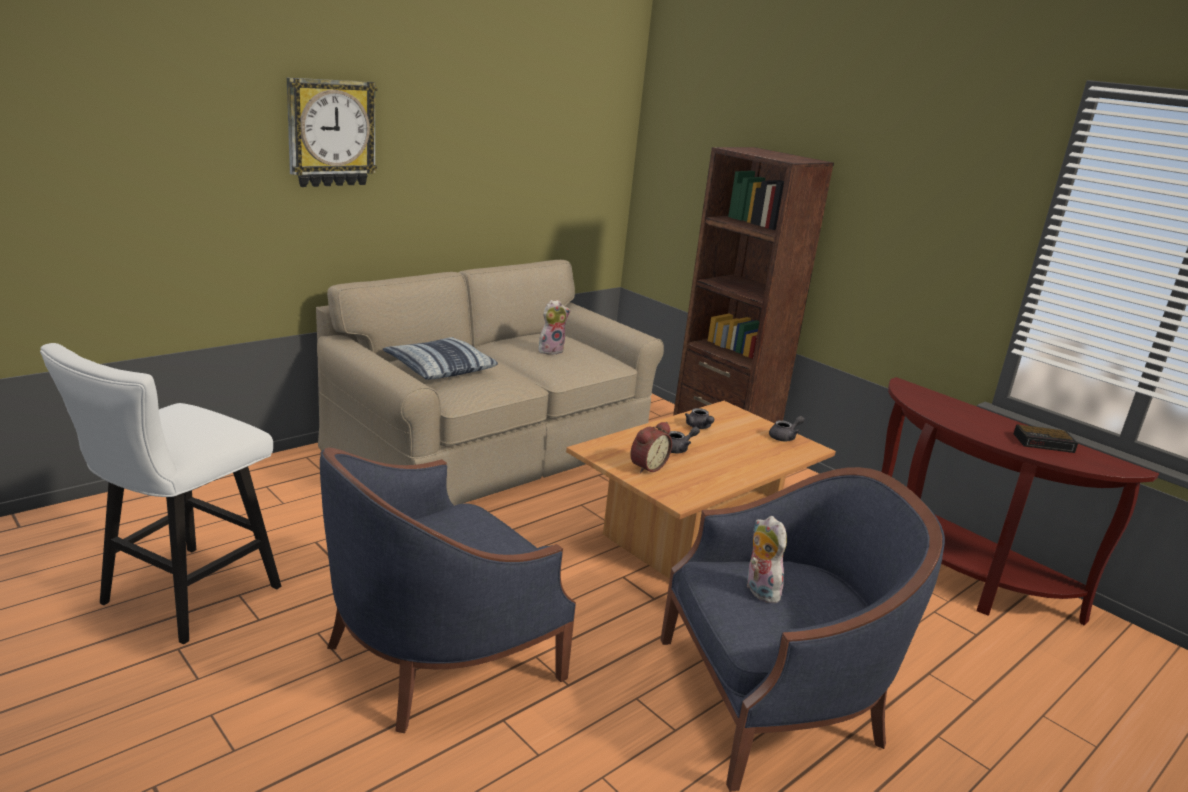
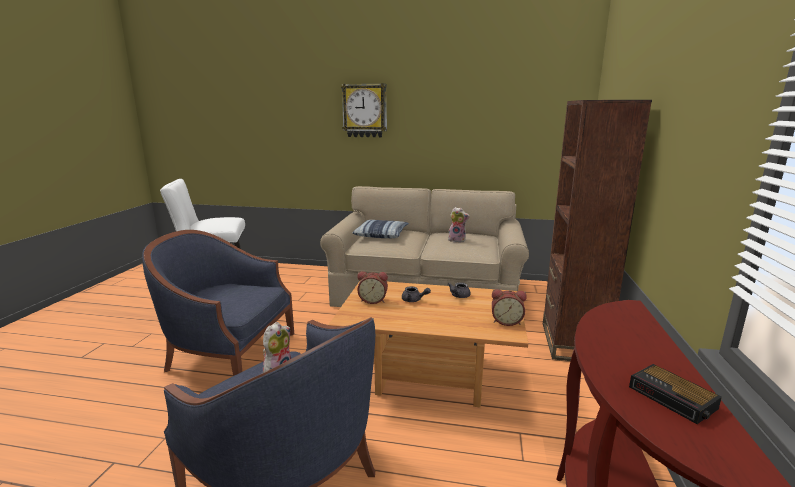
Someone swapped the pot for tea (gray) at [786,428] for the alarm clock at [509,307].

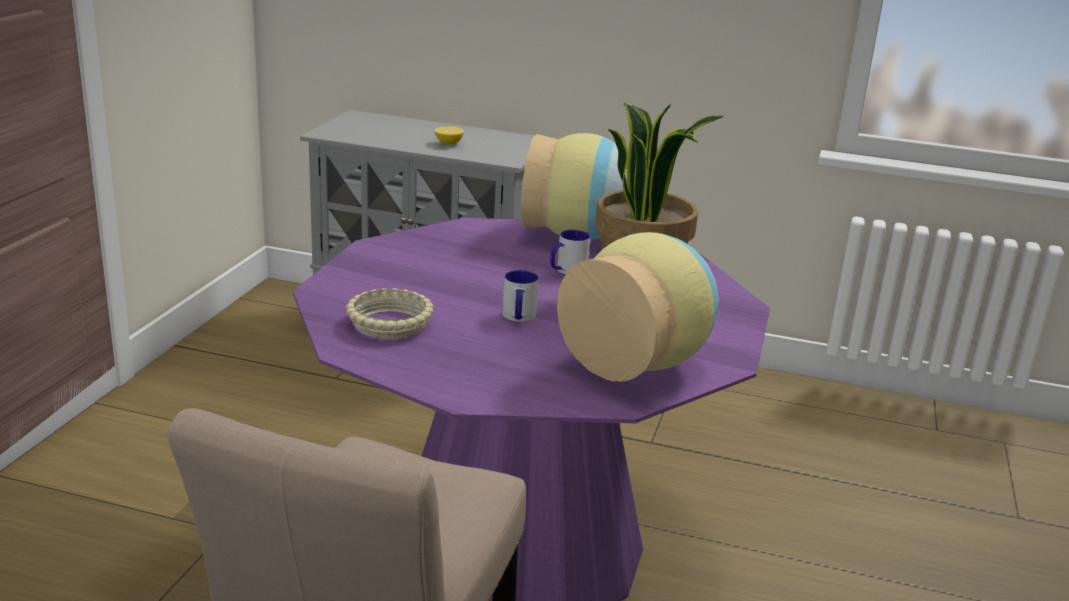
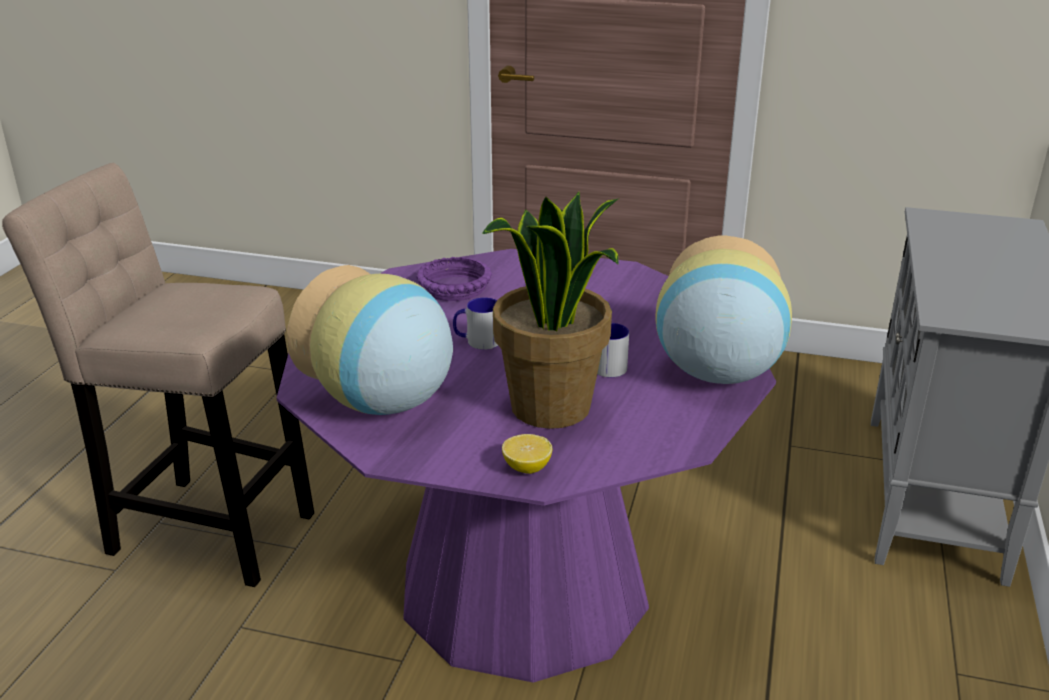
Someone repainted the deep dish (beige) at [390,313], which became the deep dish (purple) at [454,279]. Someone carried the whole lemon from [449,136] to [527,454].

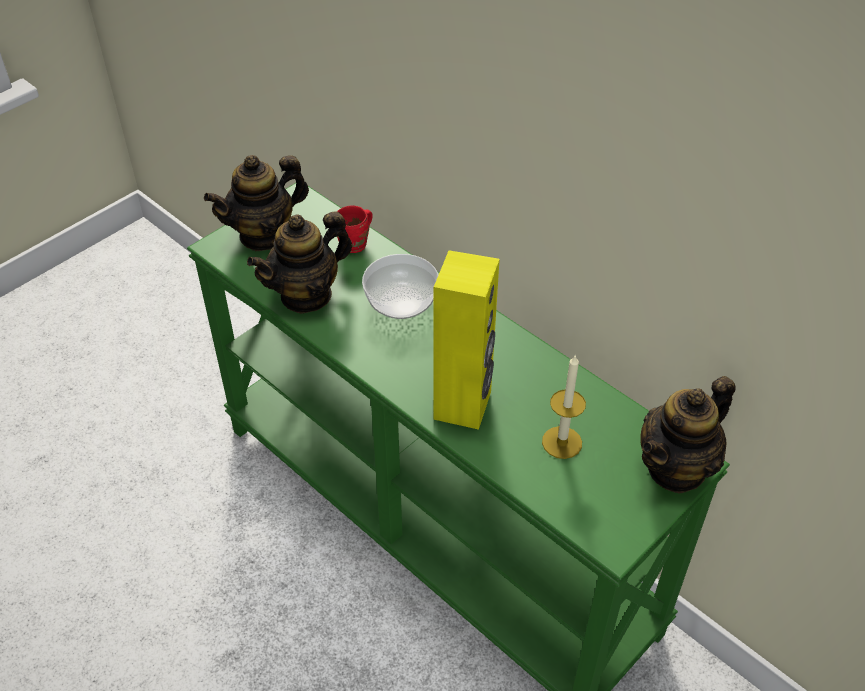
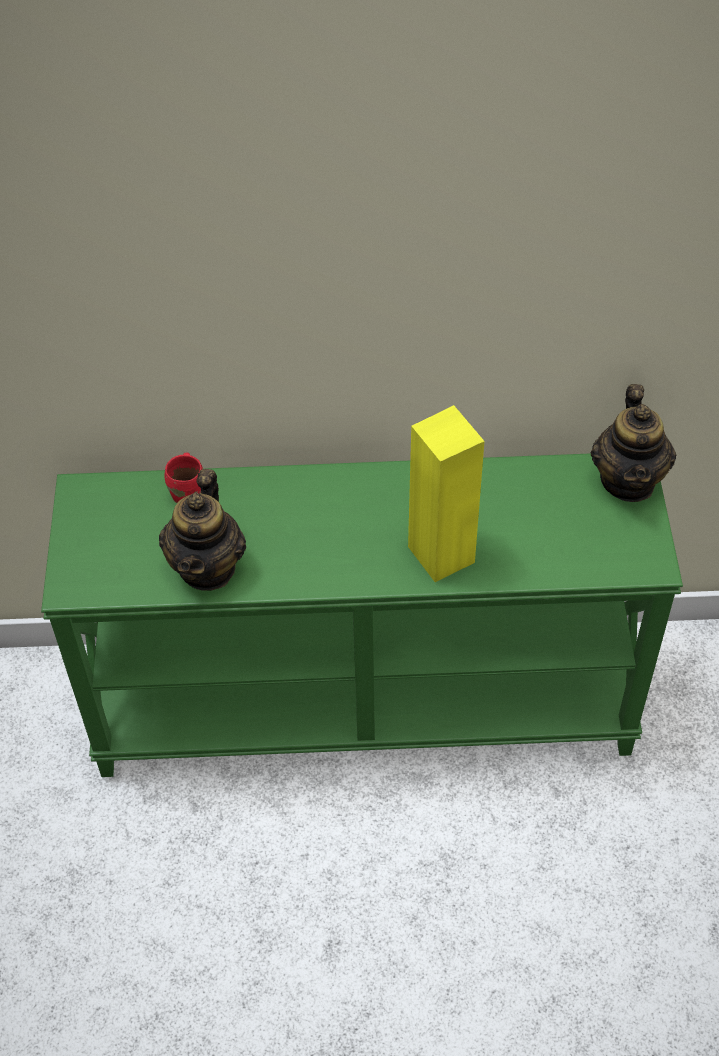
Someone took away the pot for tea at [256,203]. Someone took away the deep dish at [400,286]. Someone took away the wax light at [564,407].

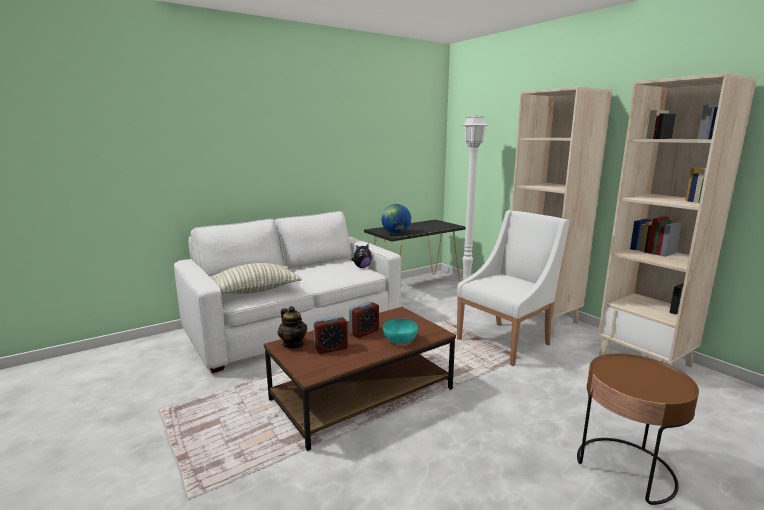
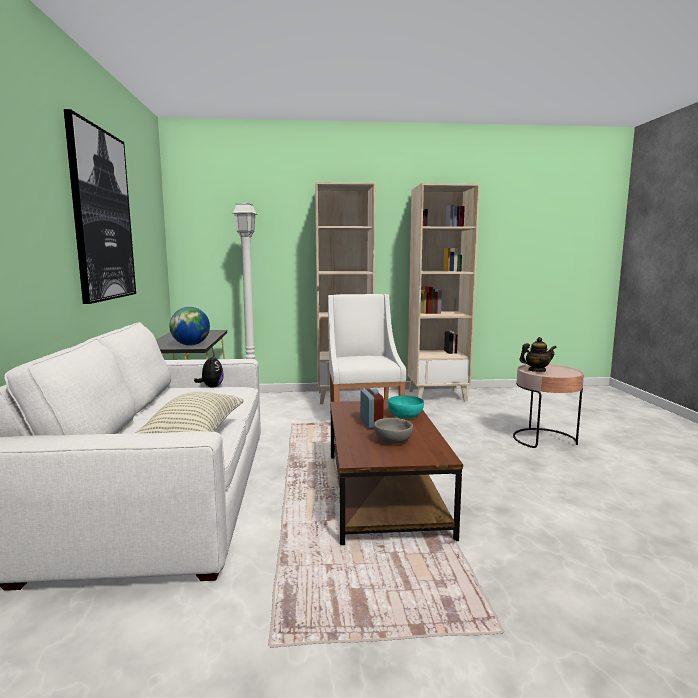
Someone carried the pot for tea from [292,327] to [538,354]. Someone swapped the alarm clock at [330,335] for the deep dish (gray) at [393,431]. Someone repainted the accent table (brown) at [638,429], which became the accent table (pink) at [548,406]. Someone put up the wall art at [100,206].

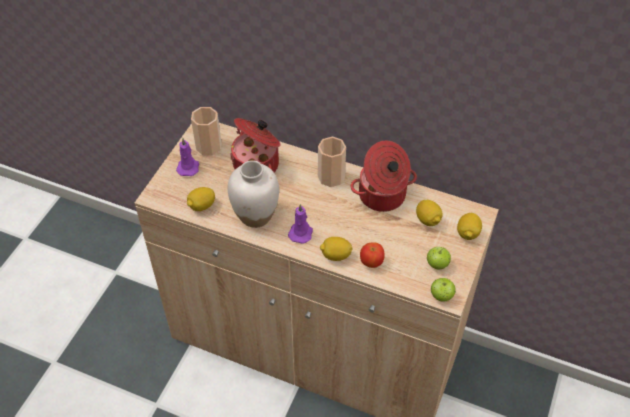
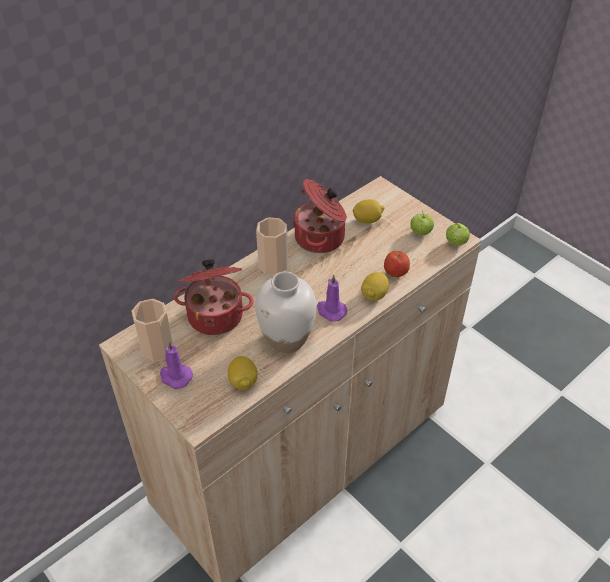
Someone took away the whole lemon at [469,226].

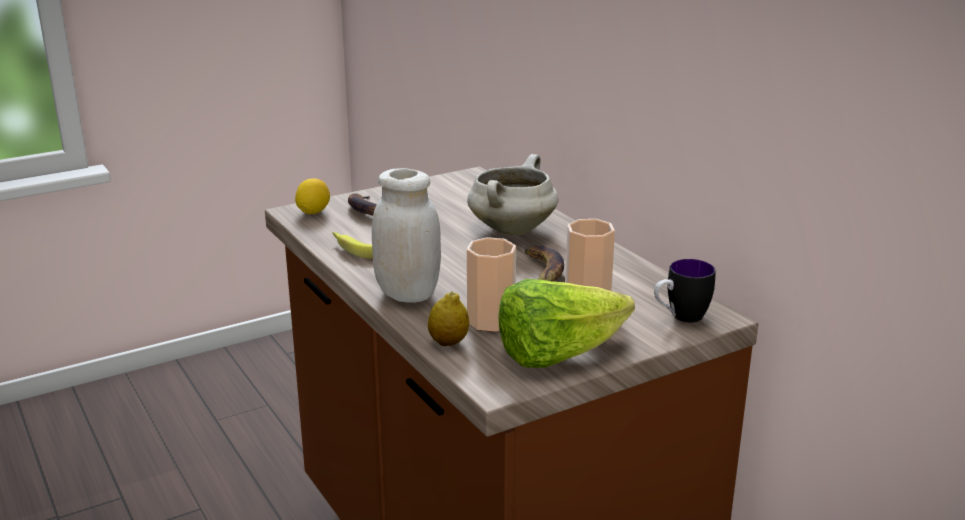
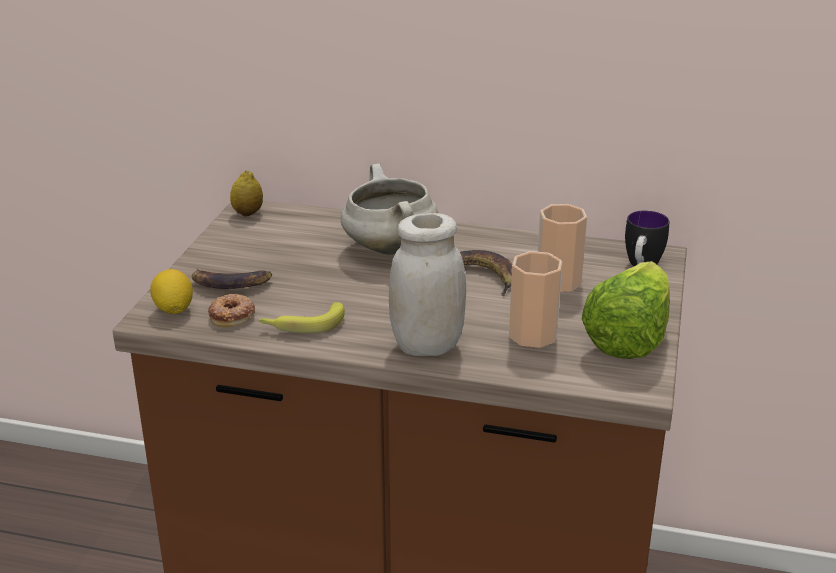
Someone carried the whole lemon from [448,318] to [246,193]. Someone put down the ring doughnut at [231,310].

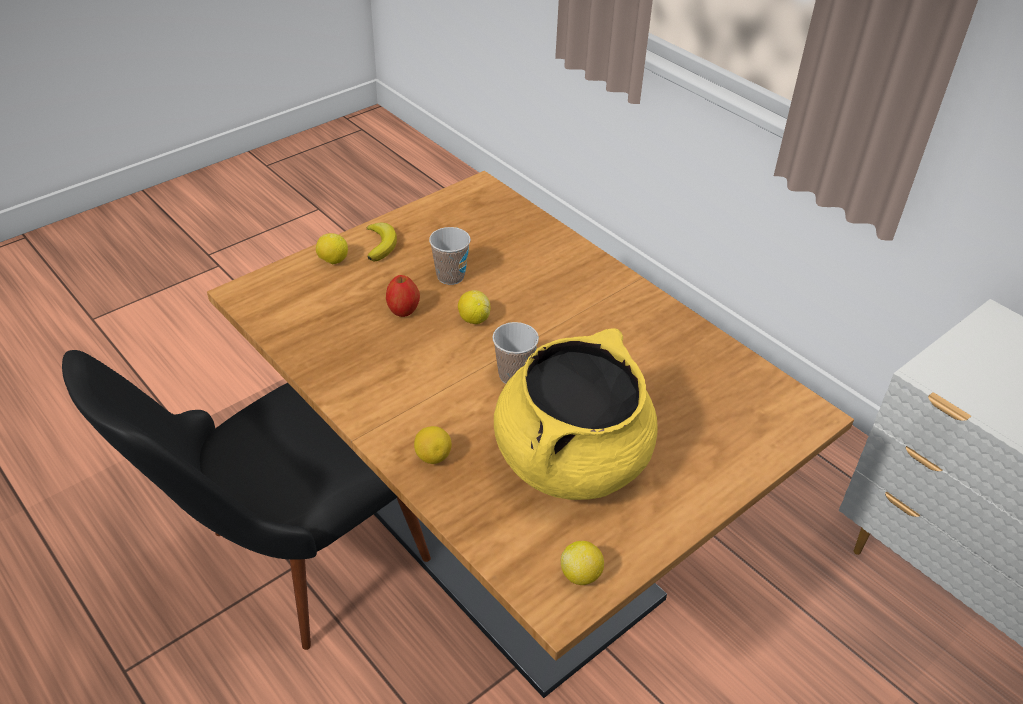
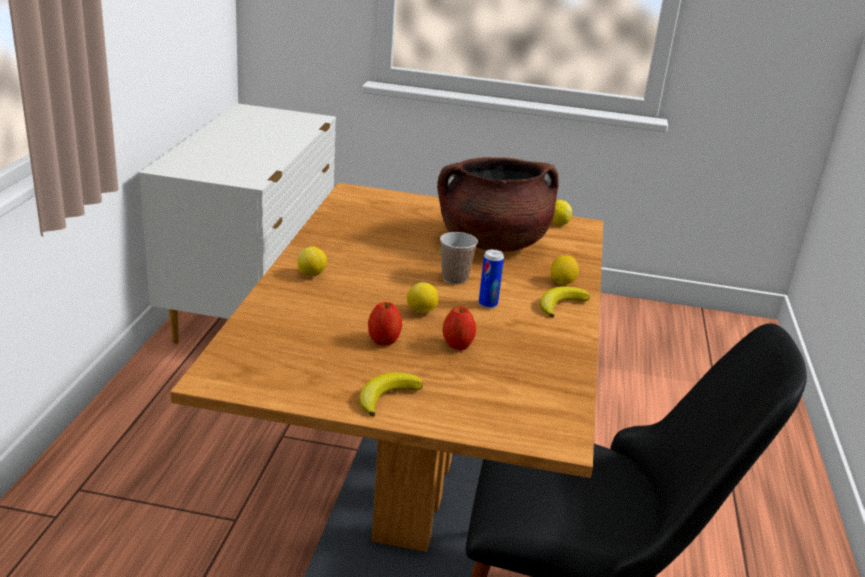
Someone carried the whole lemon from [332,248] to [312,261]. Someone swapped the cup at [450,256] for the whole apple at [385,323]. Someone repainted the stockpot (yellow-coloured) at [576,414], which became the stockpot (brown) at [498,204]. Someone put down the metal can at [491,278]. Someone put down the banana fruit at [565,302].

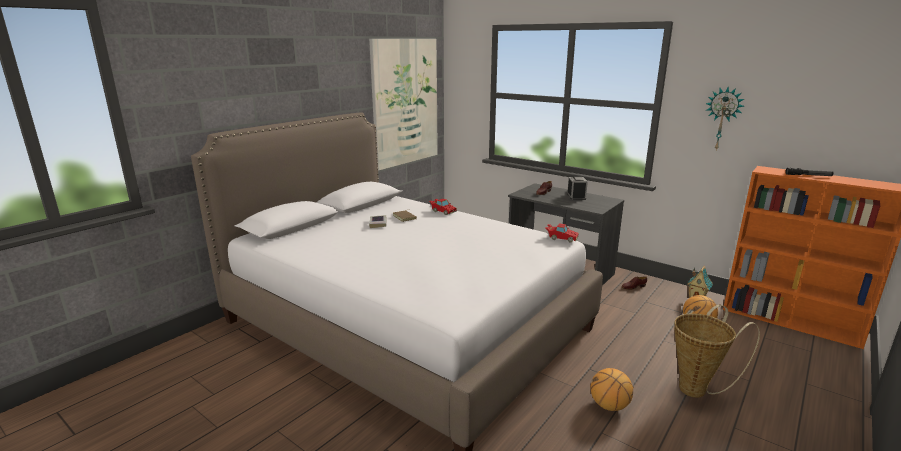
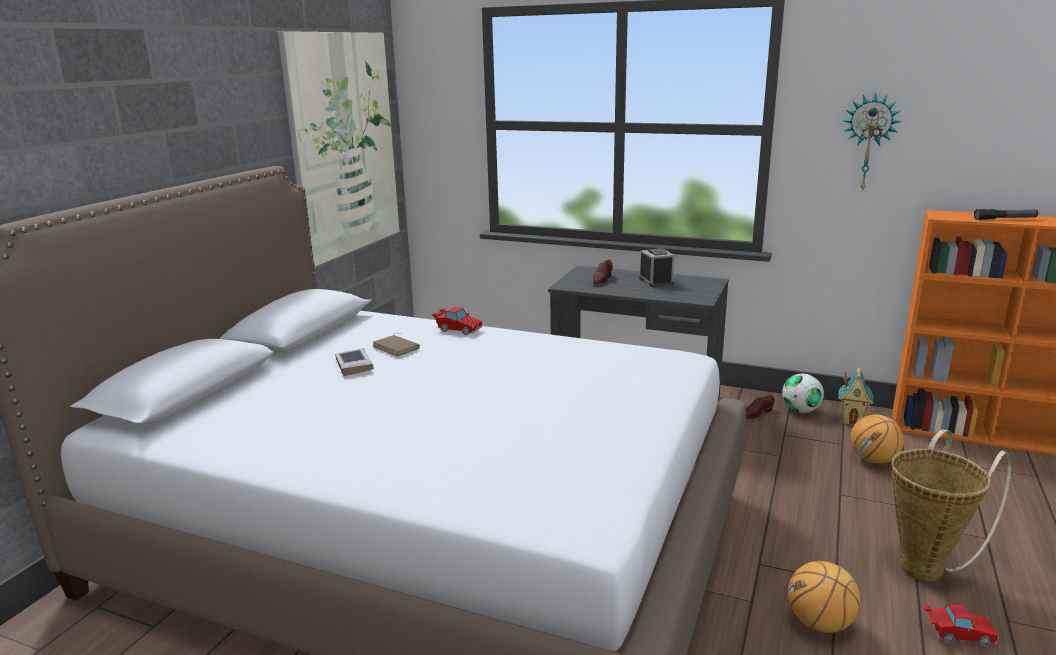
Someone carried the model car (red) from [562,233] to [960,625]. Someone put down the football ball at [803,393].

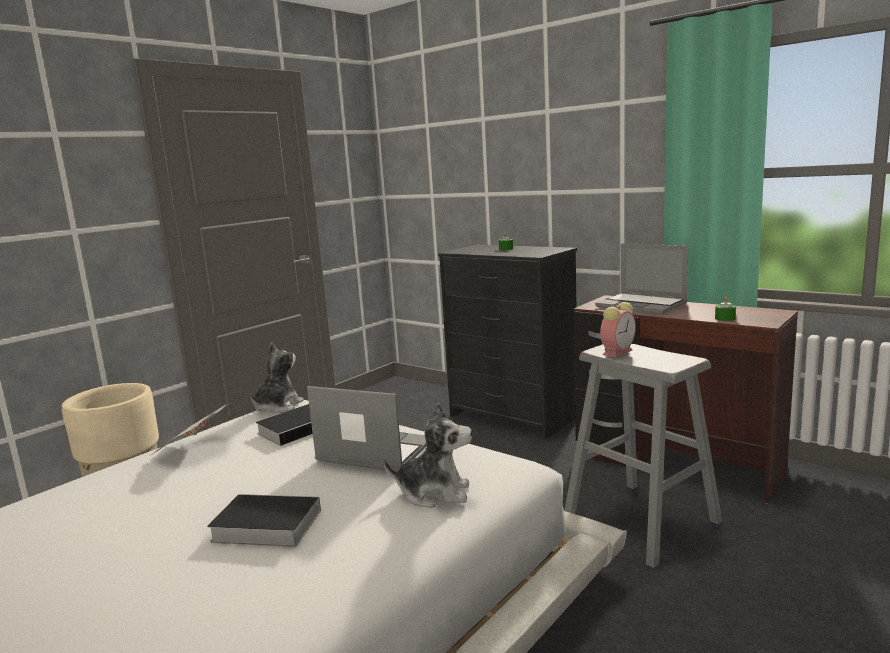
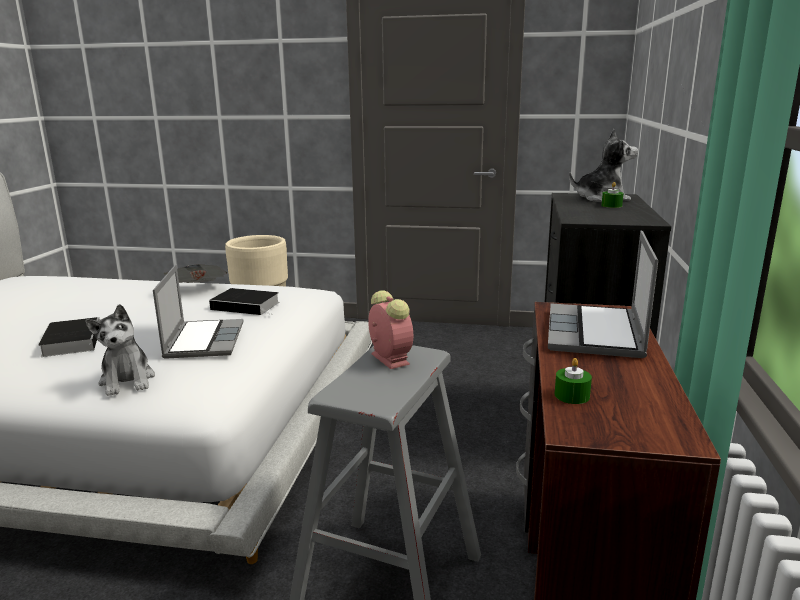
Someone carried the cuddly toy from [277,378] to [603,165]. Someone rotated the alarm clock at [618,330] by 135 degrees counterclockwise.

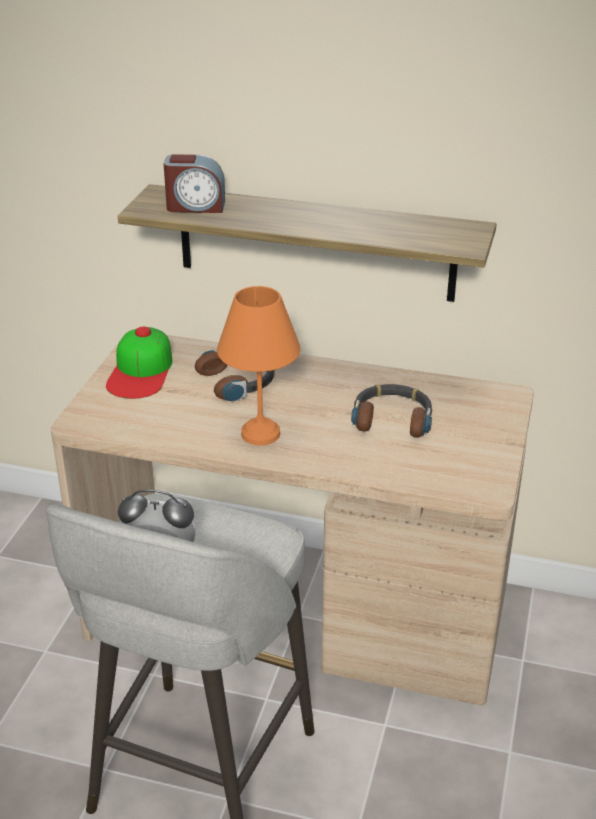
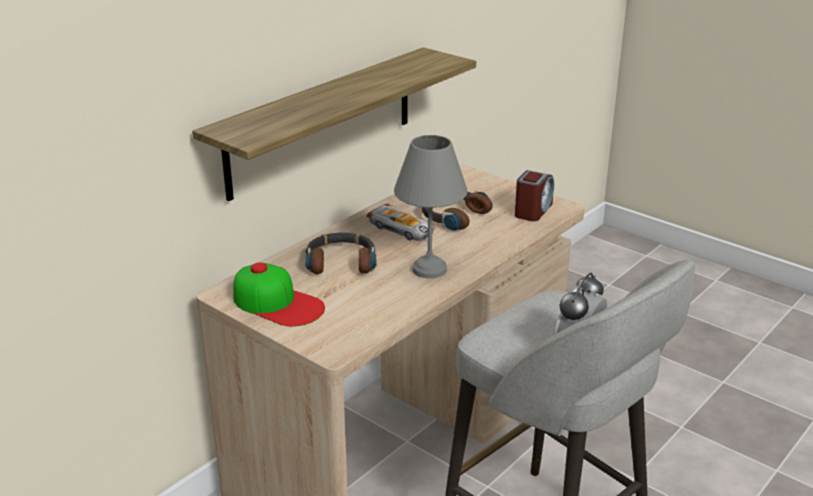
Someone carried the alarm clock from [194,183] to [534,195]. Someone repainted the table lamp (orange-coloured) at [259,366], which became the table lamp (gray) at [430,206]. Someone put down the model car at [400,222].

